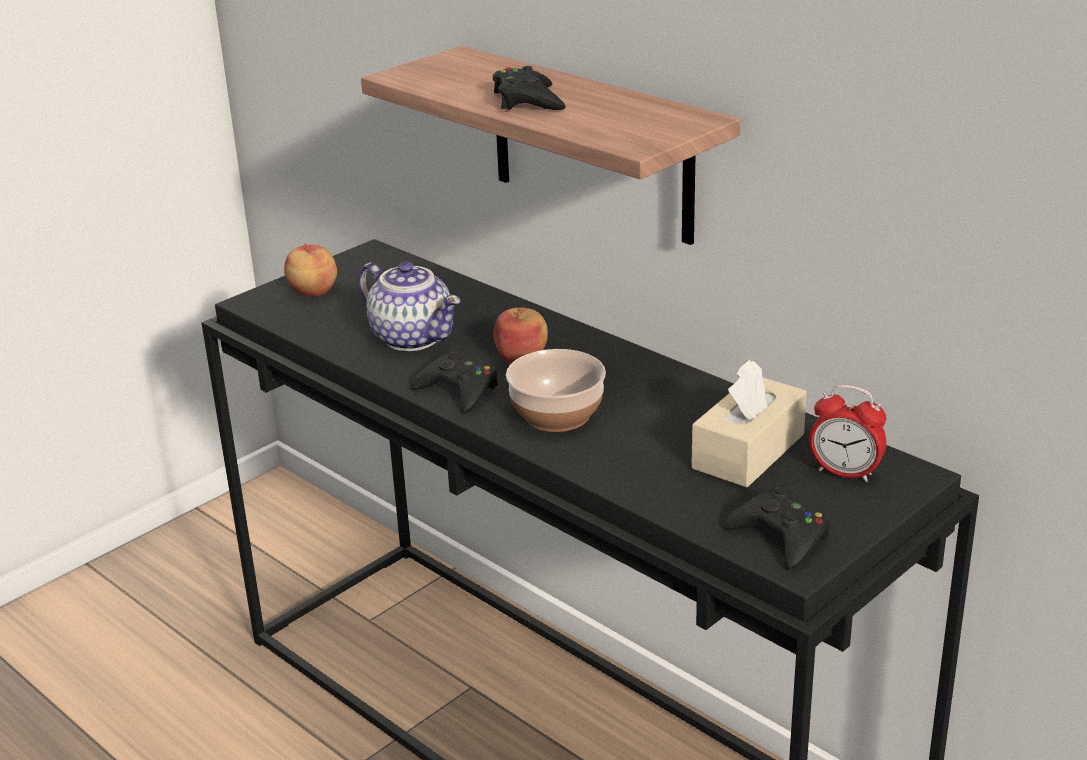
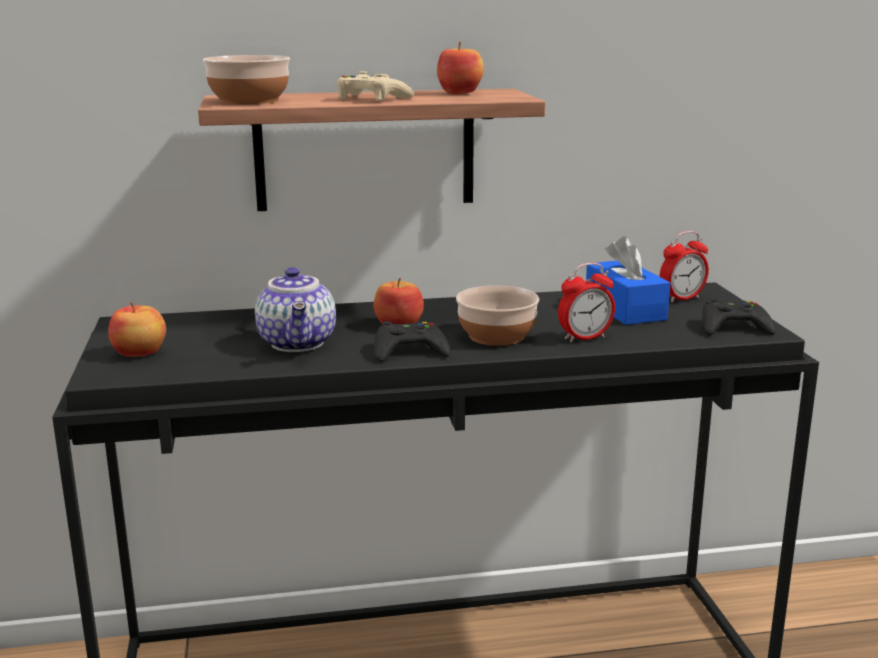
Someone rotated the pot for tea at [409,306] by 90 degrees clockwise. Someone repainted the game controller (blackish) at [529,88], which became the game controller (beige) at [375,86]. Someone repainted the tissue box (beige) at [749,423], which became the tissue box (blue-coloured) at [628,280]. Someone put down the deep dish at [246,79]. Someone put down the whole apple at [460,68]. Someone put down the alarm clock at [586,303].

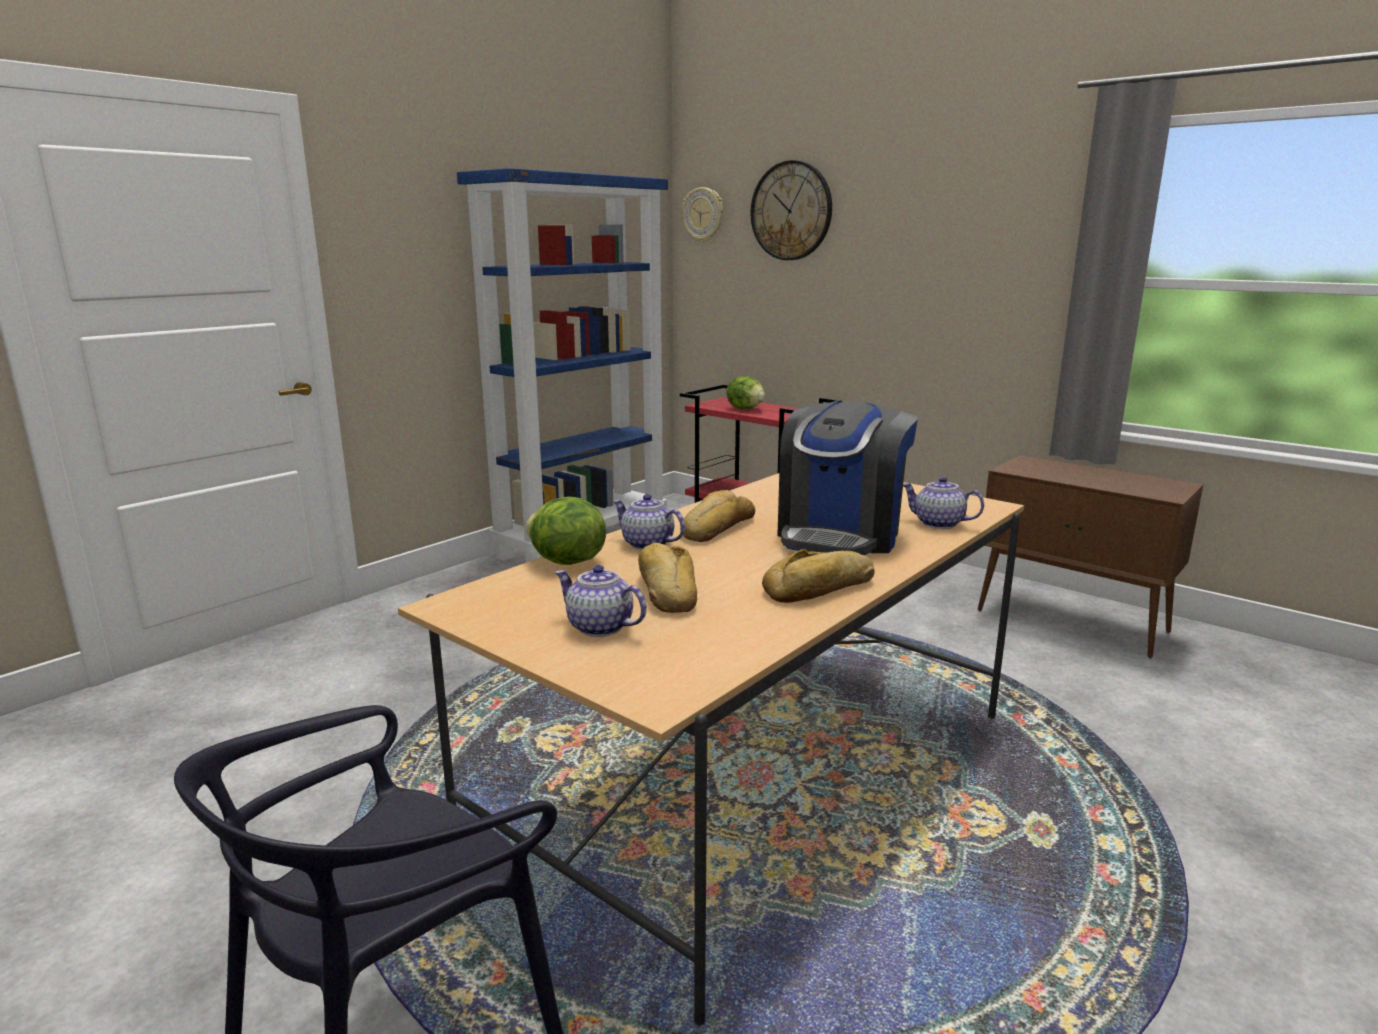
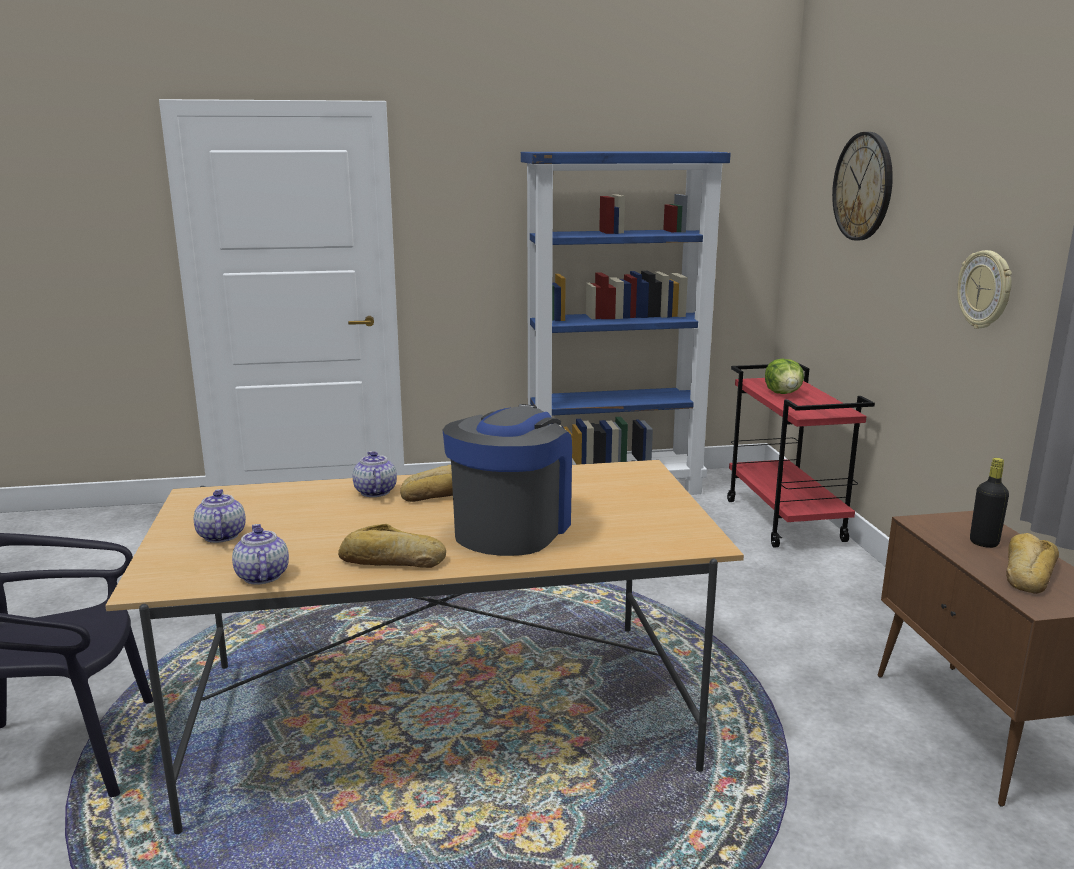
Someone took away the head of lettuce at [566,531]. Someone carried the bakery bread from [667,578] to [1032,563]. Someone carried the clock on the wall from [702,215] to [984,289]. Someone rotated the coffee machine at [847,478] by 135 degrees clockwise. Someone carried the pot for tea from [943,503] to [260,554]. Someone put down the bottle (blackish) at [989,503].

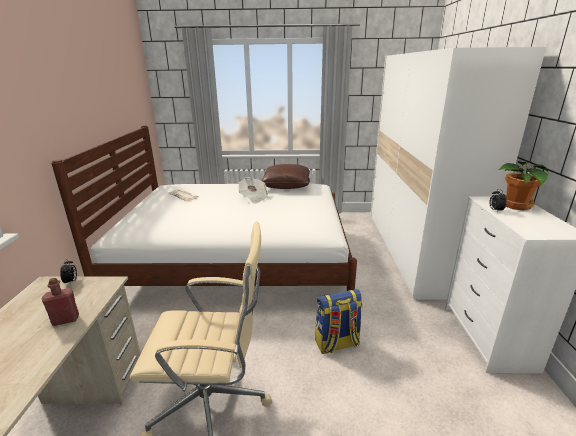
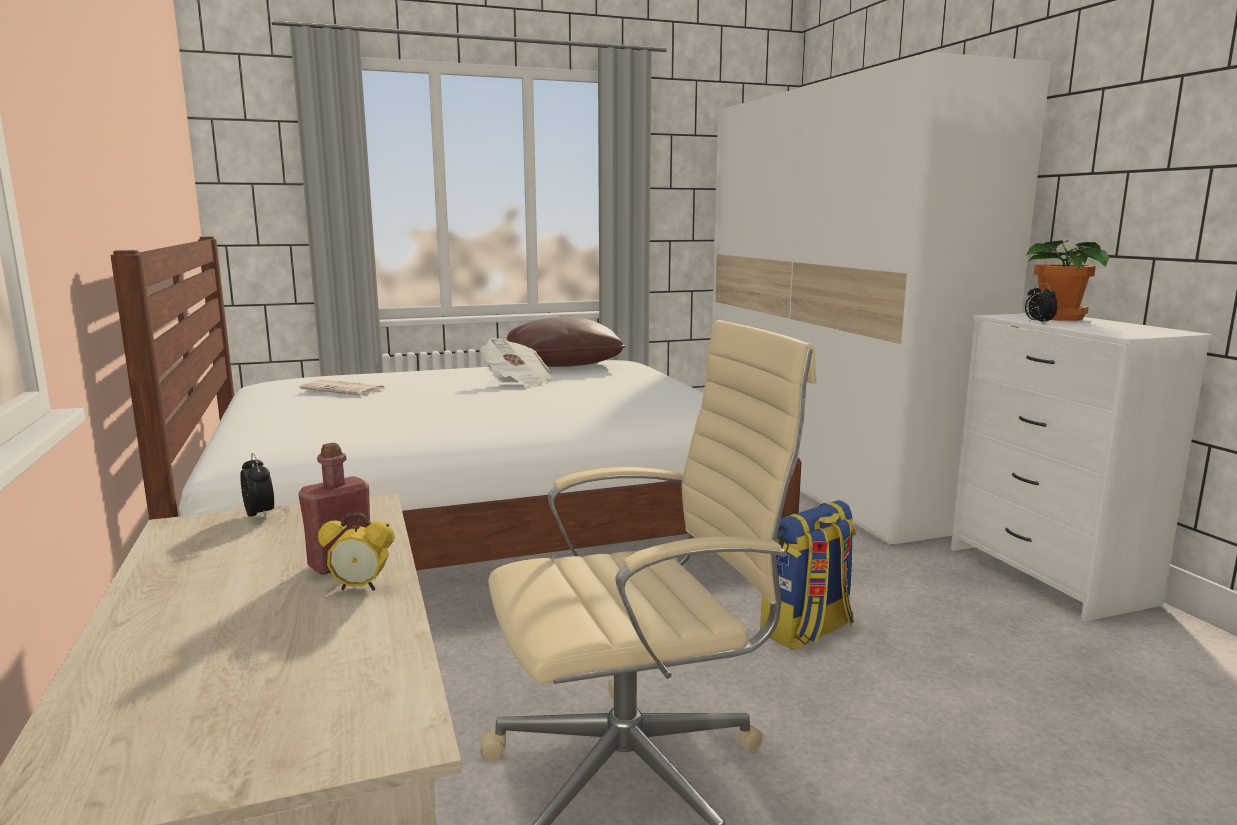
Someone put down the alarm clock at [356,552].

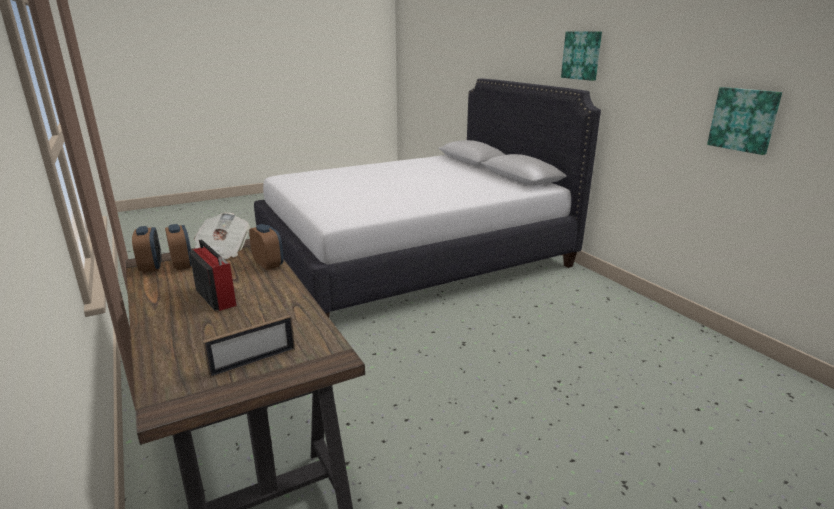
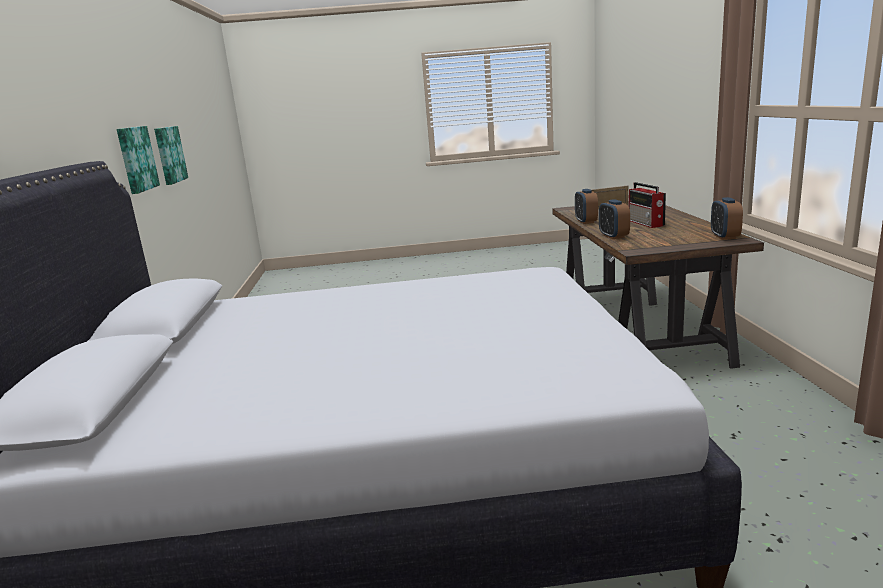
Someone carried the alarm clock from [178,247] to [586,206]. Someone took away the daily paper at [222,236]. Someone carried the wall art from [581,56] to [138,160].

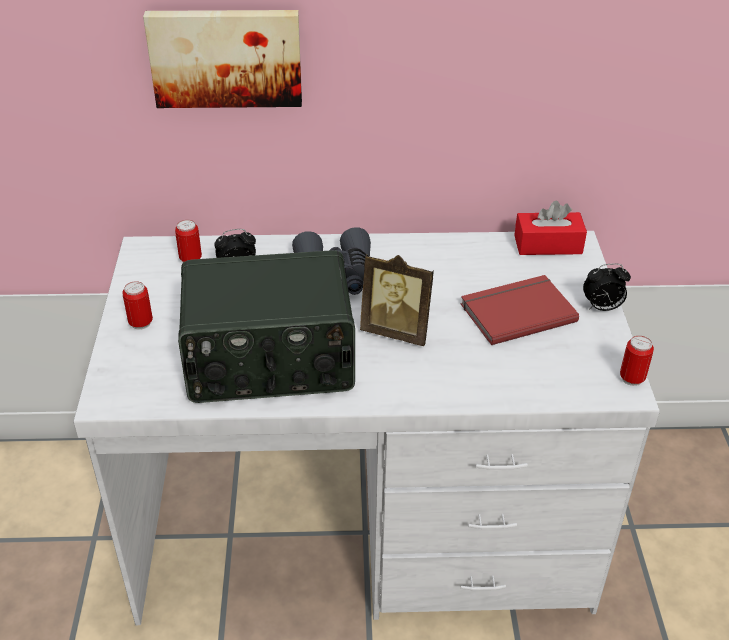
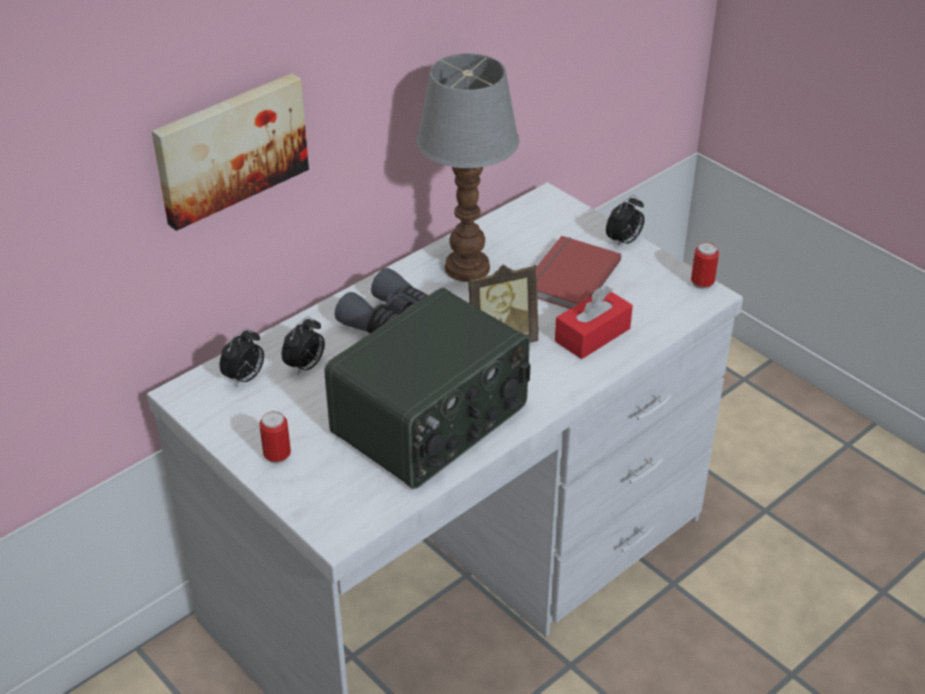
Someone swapped the metal can at [188,241] for the alarm clock at [241,357]. Someone carried the tissue box (red) from [550,228] to [594,322]. Someone put down the table lamp at [467,167].

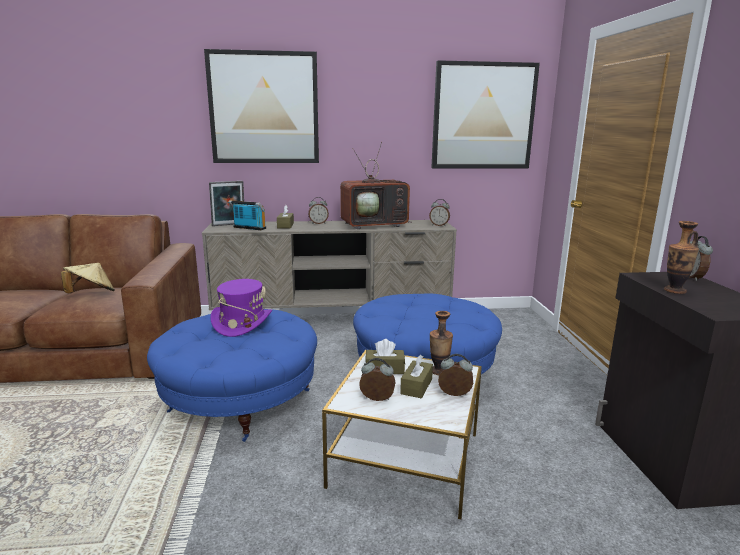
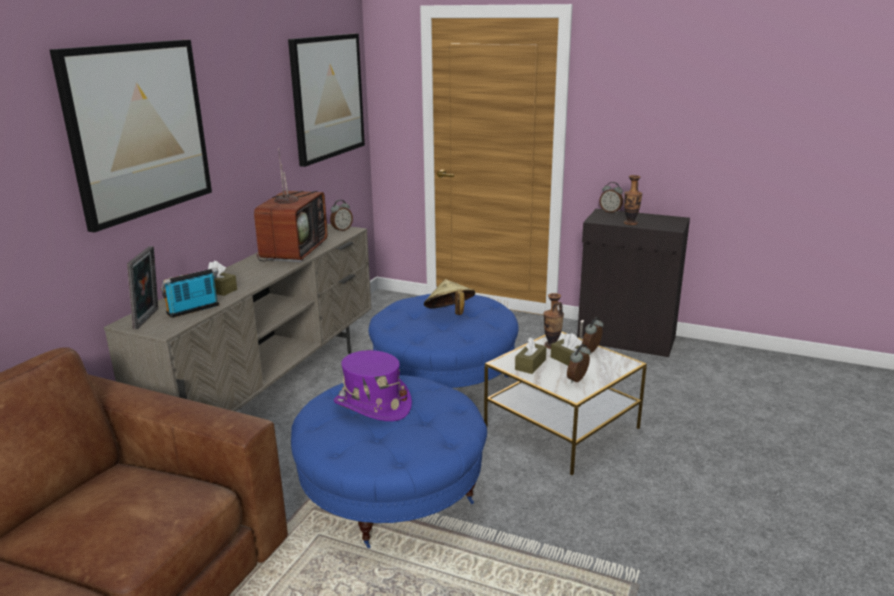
Someone carried the clothing hat (beige) from [88,278] to [449,297]. Someone took away the alarm clock at [318,210].

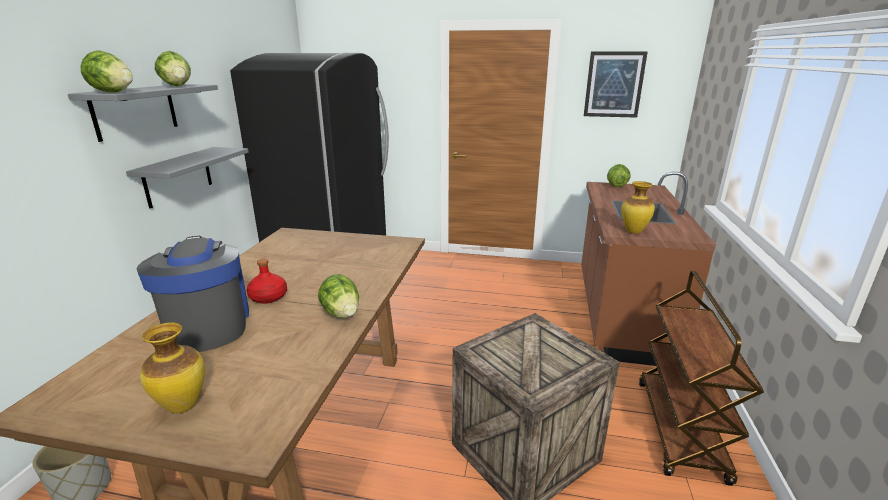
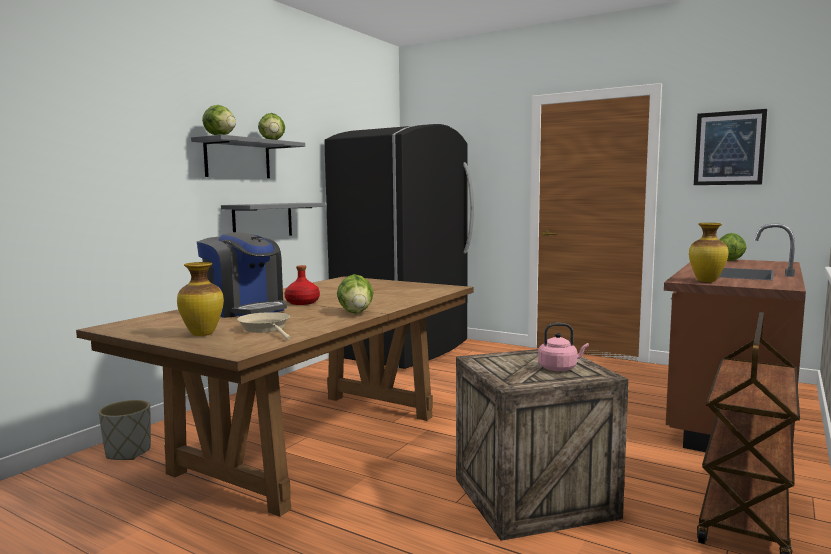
Someone rotated the coffee machine at [193,294] by 135 degrees clockwise. Someone put down the pan (beige) at [263,326]. Someone put down the water kettle (pink) at [563,347].

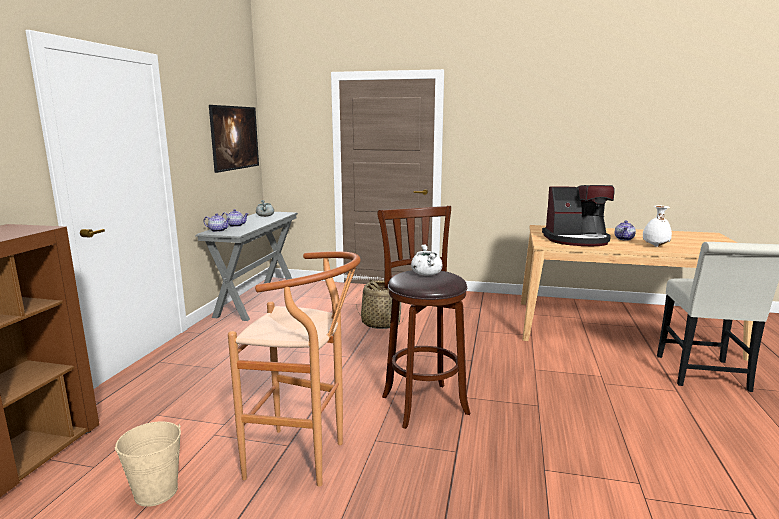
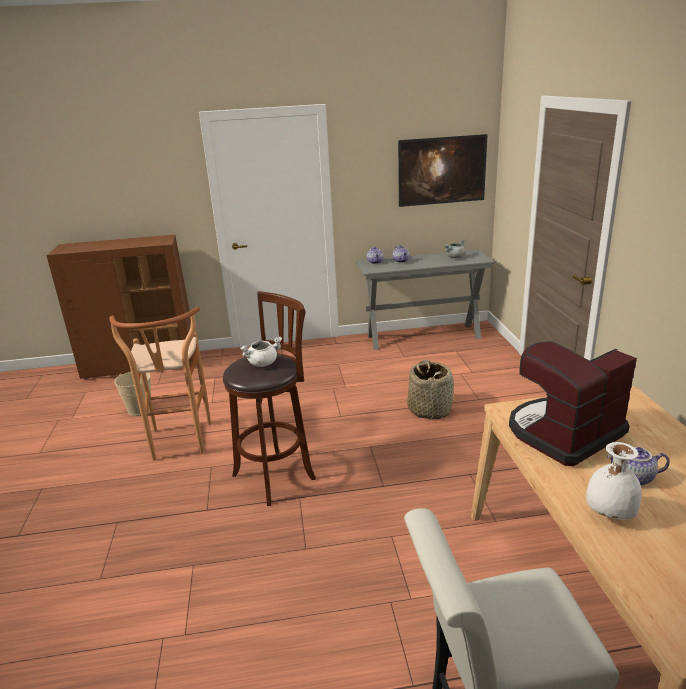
Someone rotated the coffee machine at [578,215] by 75 degrees clockwise.

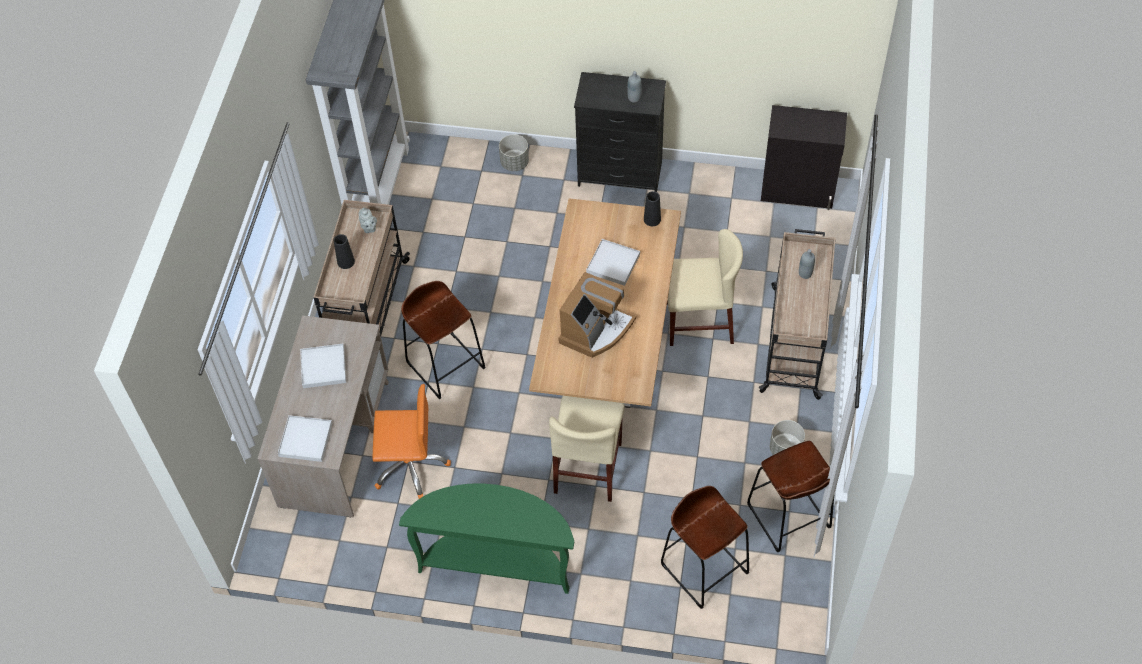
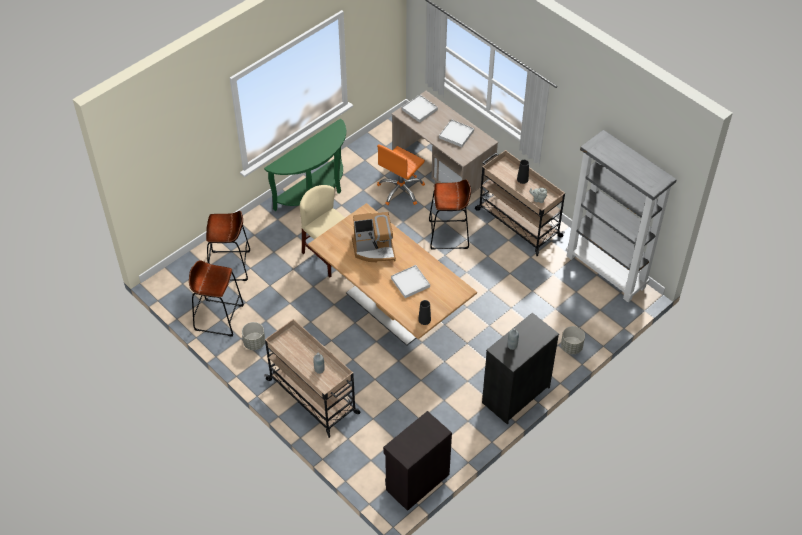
Someone rotated the coffee machine at [597,315] by 75 degrees counterclockwise. Someone took away the upright chair (beige) at [705,287].

